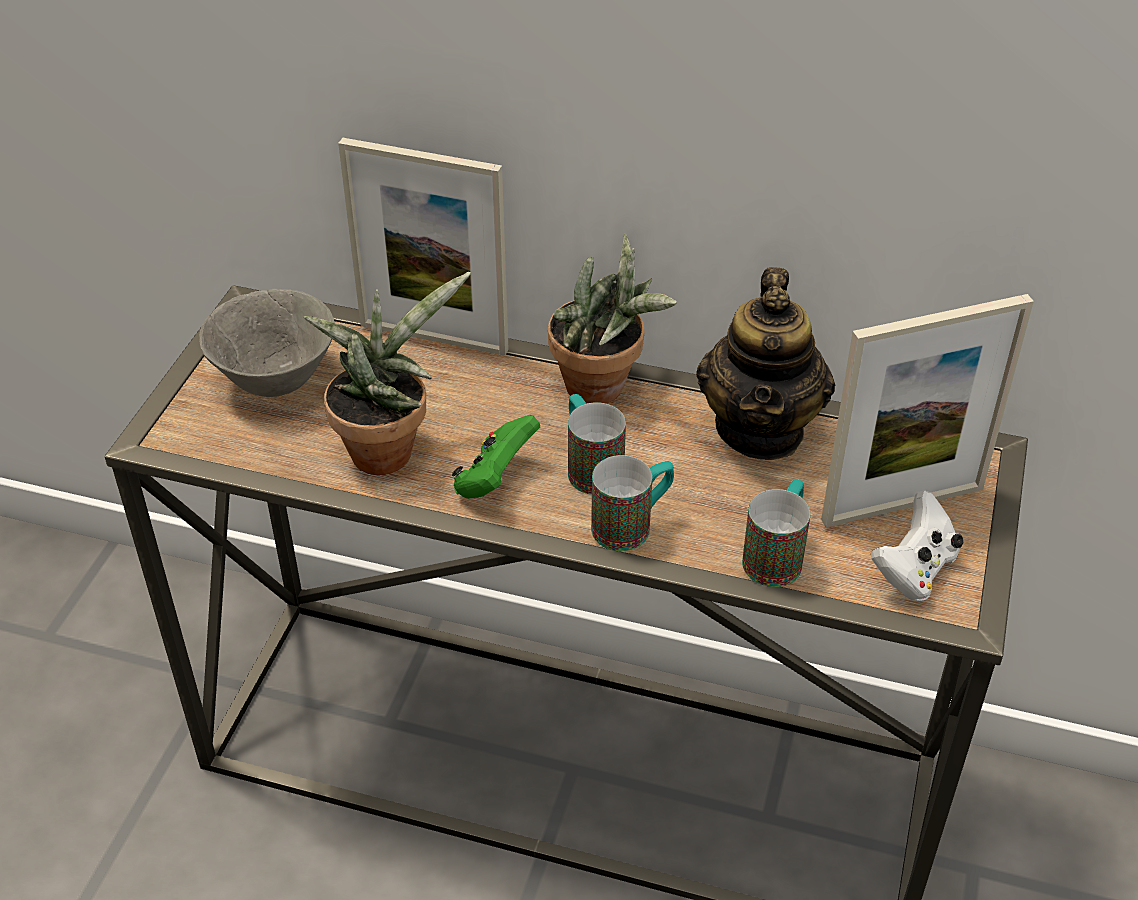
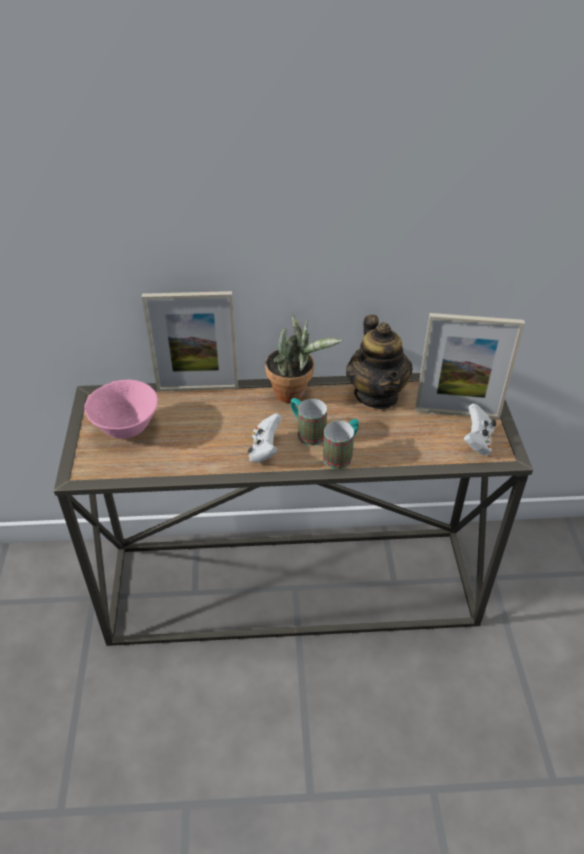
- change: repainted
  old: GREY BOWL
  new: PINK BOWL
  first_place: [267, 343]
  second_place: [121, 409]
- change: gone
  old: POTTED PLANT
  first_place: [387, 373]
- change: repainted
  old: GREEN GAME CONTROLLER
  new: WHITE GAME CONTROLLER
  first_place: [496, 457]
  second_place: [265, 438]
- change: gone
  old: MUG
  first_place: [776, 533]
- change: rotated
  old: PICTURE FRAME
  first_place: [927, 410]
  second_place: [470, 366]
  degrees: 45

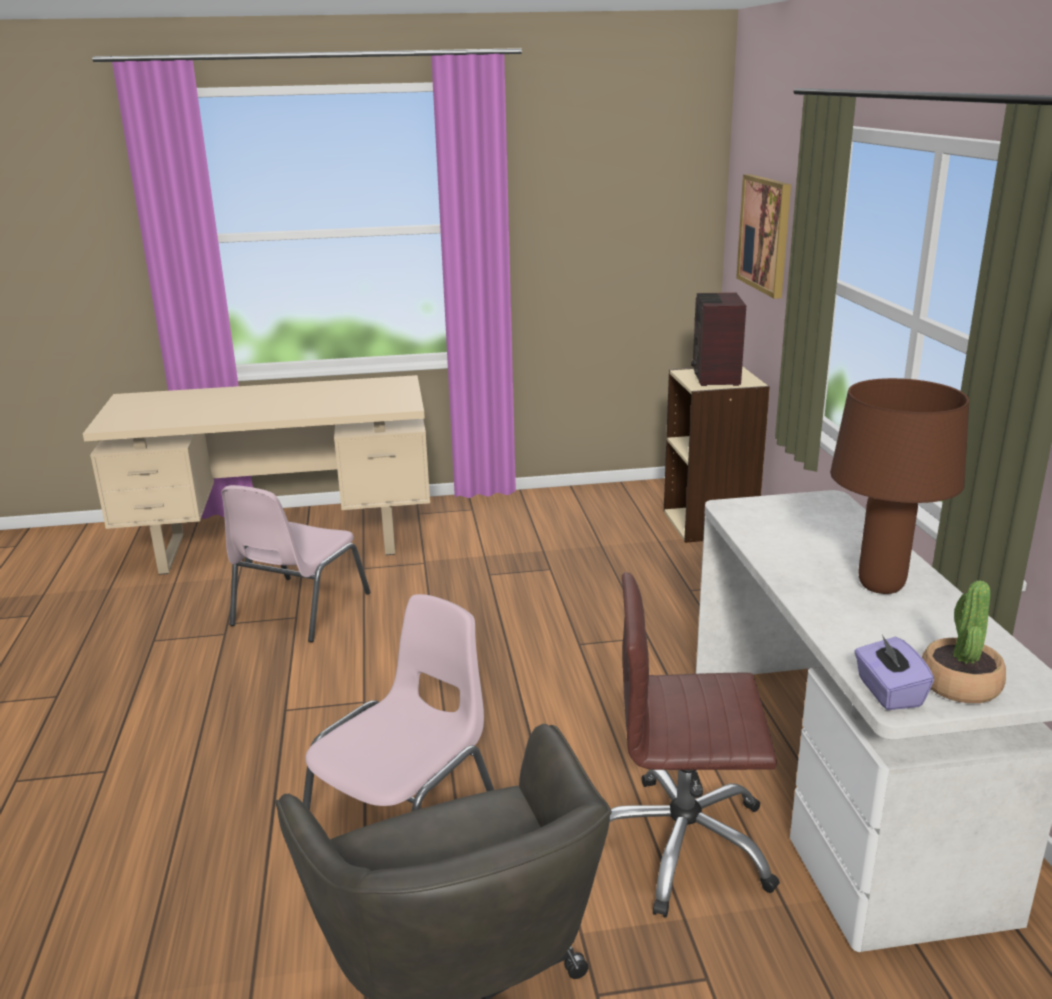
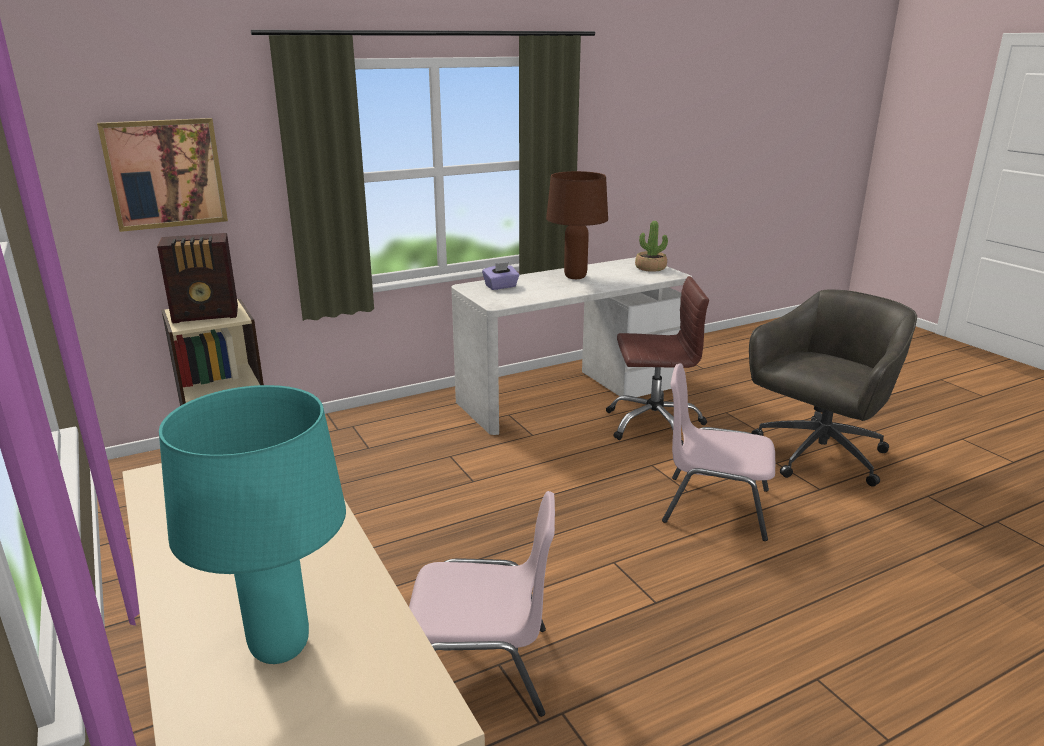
- change: rotated
  old: BROWN OFFICE CHAIR
  first_place: [695, 745]
  second_place: [657, 360]
  degrees: -75
- change: shifted
  old: PURPLE TISSUE BOX
  first_place: [894, 672]
  second_place: [500, 276]
- change: new
  new: TURQUOISE TABLE LAMP
  second_place: [252, 524]

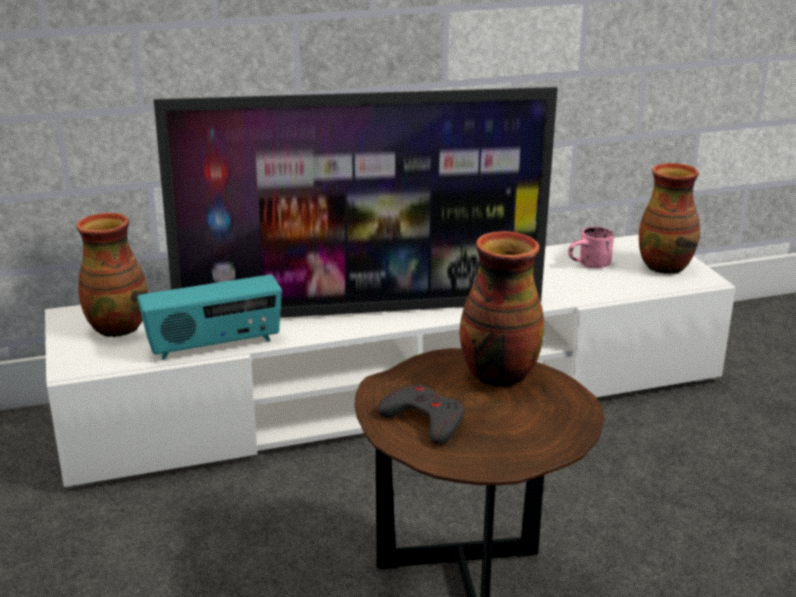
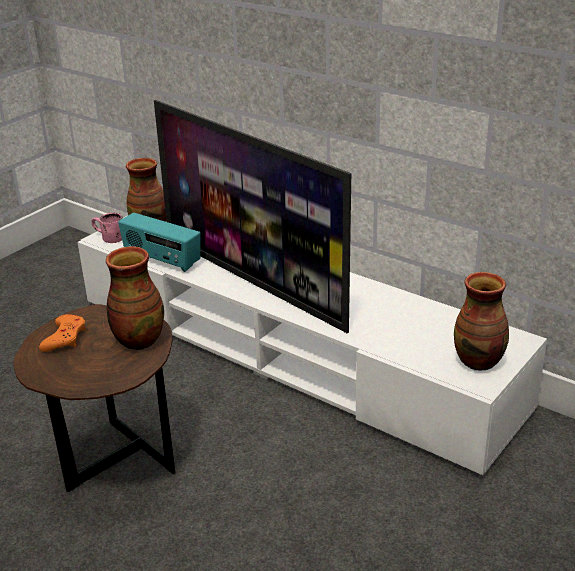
- change: repainted
  old: GREY GAME CONTROLLER
  new: ORANGE GAME CONTROLLER
  first_place: [421, 414]
  second_place: [62, 333]
- change: shifted
  old: PINK MUG
  first_place: [591, 247]
  second_place: [107, 228]

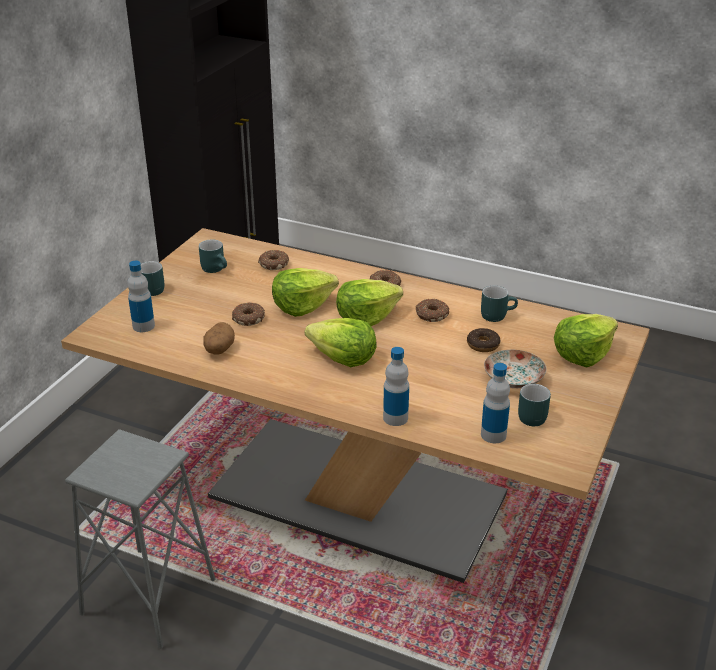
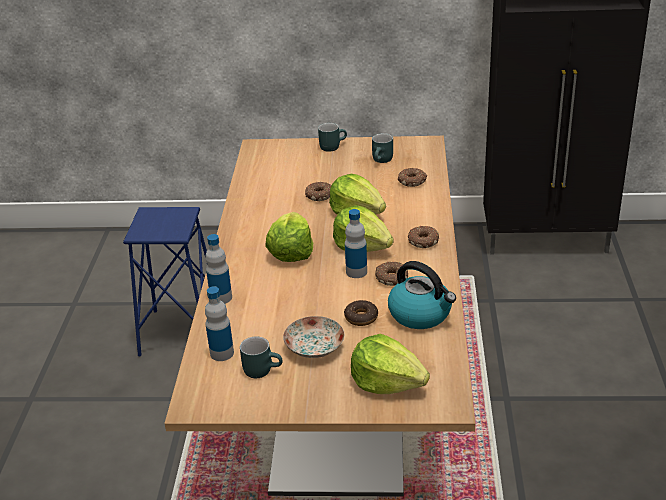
- change: repainted
  old: GREY STOOL
  new: BLUE STOOL
  first_place: [140, 539]
  second_place: [165, 281]
- change: shifted
  old: BOTTLE
  first_place: [141, 296]
  second_place: [356, 243]
- change: gone
  old: POTATO
  first_place: [219, 338]
- change: swapped
  old: TURQUOISE MUG
  new: KETTLE
  first_place: [499, 304]
  second_place: [422, 295]

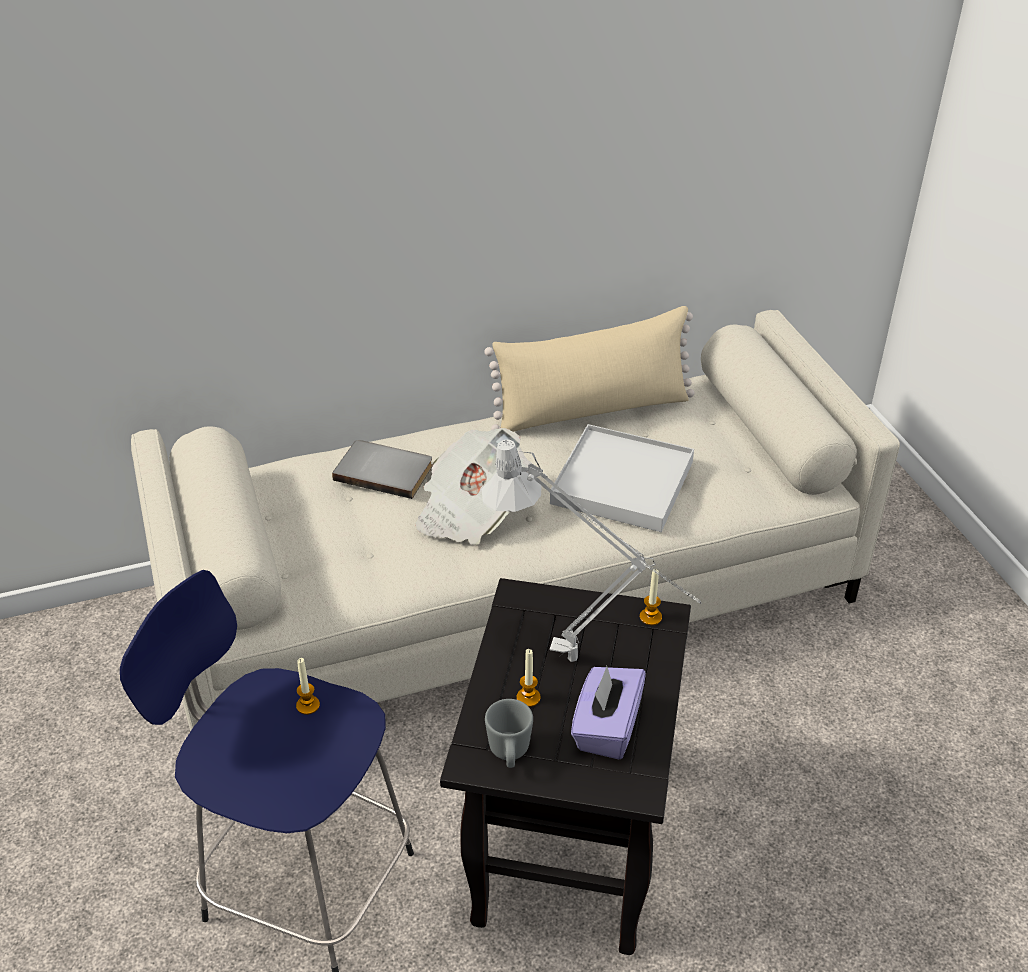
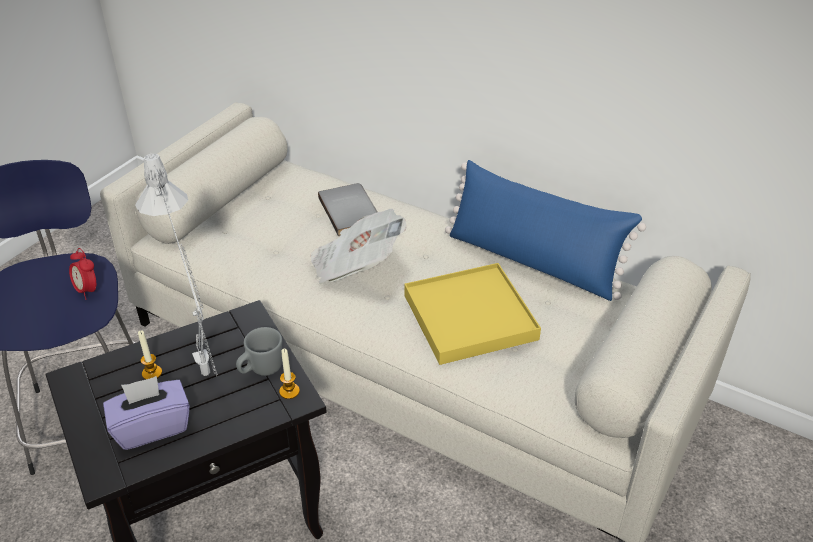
- change: swapped
  old: CANDLE
  new: ALARM CLOCK
  first_place: [308, 686]
  second_place: [82, 274]
- change: repainted
  old: BEIGE PILLOW
  new: BLUE PILLOW
  first_place: [589, 369]
  second_place: [545, 230]
- change: shifted
  old: GREY MUG
  first_place: [509, 733]
  second_place: [259, 351]
- change: repainted
  old: WHITE TRAY
  new: YELLOW TRAY
  first_place: [622, 478]
  second_place: [472, 314]

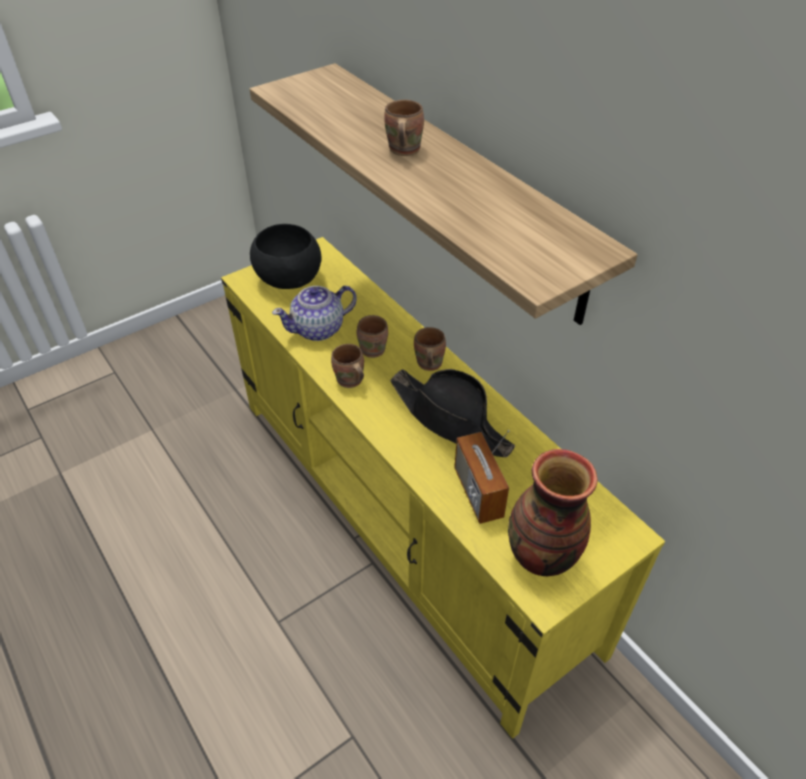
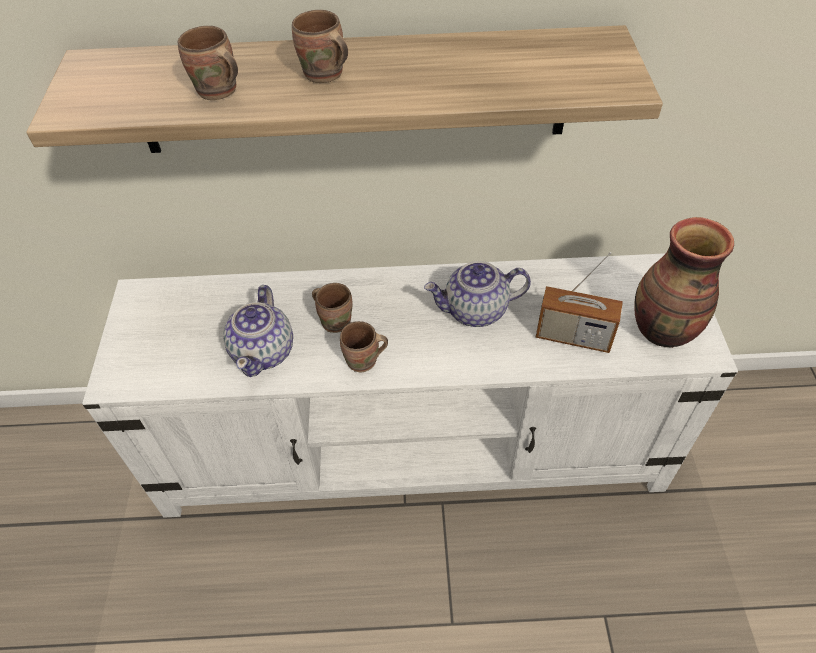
- change: repainted
  old: YELLOW TV STAND
  new: WHITE TV STAND
  first_place: [443, 488]
  second_place: [410, 385]
- change: gone
  old: BLACK BOWL
  first_place: [285, 256]
- change: swapped
  old: BLACK HAT
  new: TEAPOT
  first_place: [452, 413]
  second_place: [477, 294]
- change: shifted
  old: BROWN MUG
  first_place: [430, 349]
  second_place: [208, 63]

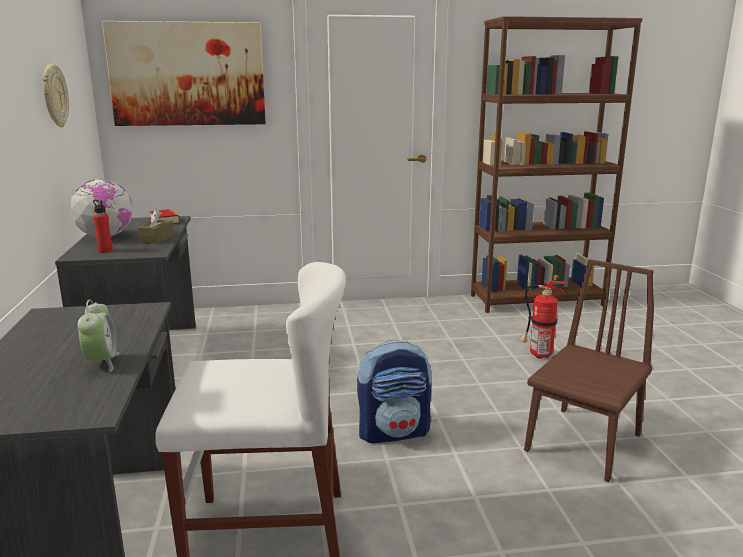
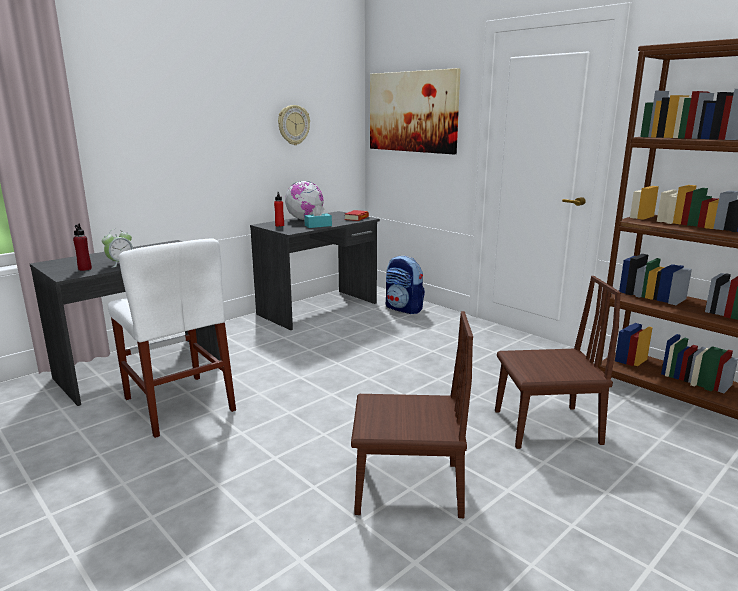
- change: repainted
  old: BROWN TISSUE BOX
  new: TURQUOISE TISSUE BOX
  first_place: [156, 226]
  second_place: [318, 216]
- change: shifted
  old: BACKPACK
  first_place: [394, 391]
  second_place: [405, 285]
- change: swapped
  old: FIRE EXTINGUISHER
  new: BROWN CHAIR
  first_place: [542, 316]
  second_place: [558, 362]
- change: new
  new: RED BOTTLE
  second_place: [82, 247]

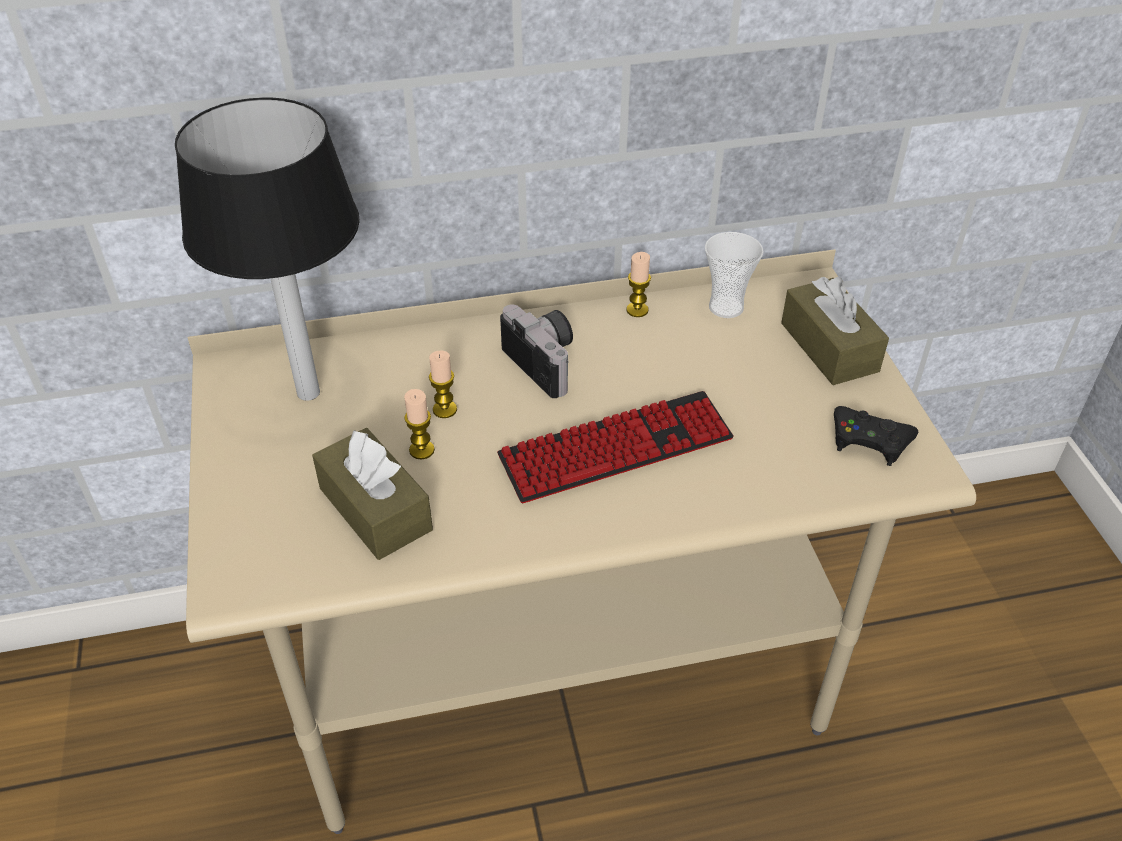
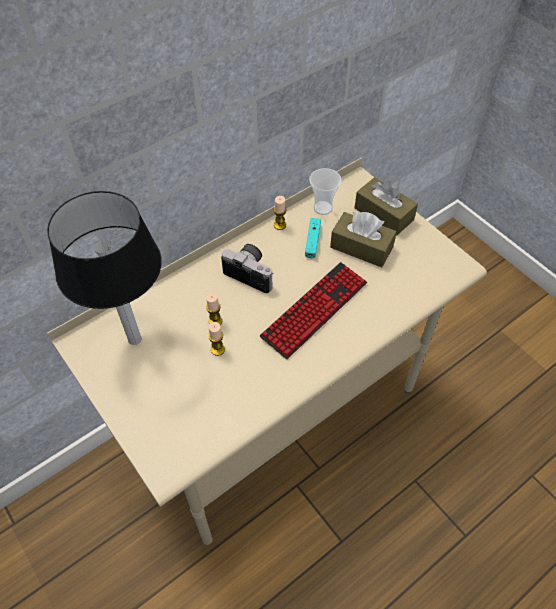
- change: shifted
  old: BROWN TISSUE BOX
  first_place: [372, 494]
  second_place: [363, 239]
- change: gone
  old: BLACK GAME CONTROLLER
  first_place: [876, 436]
- change: new
  new: TURQUOISE GAME CONTROLLER
  second_place: [313, 238]

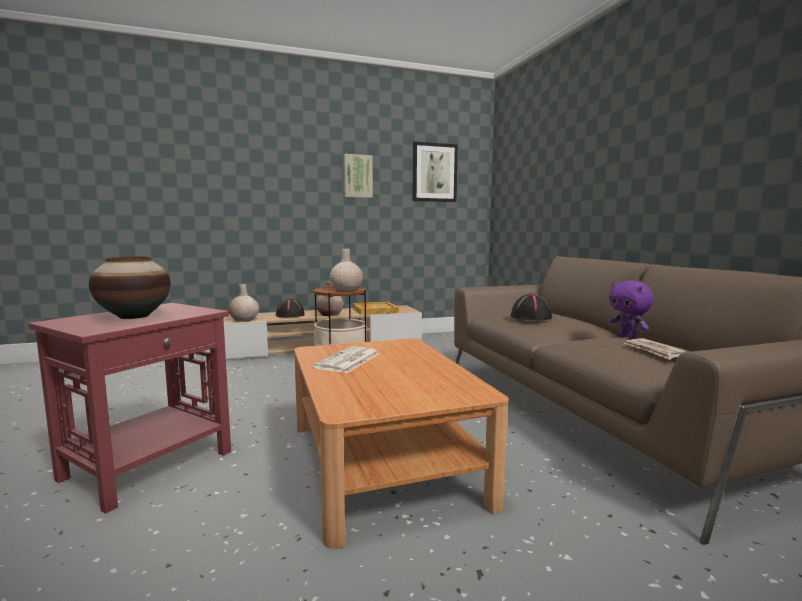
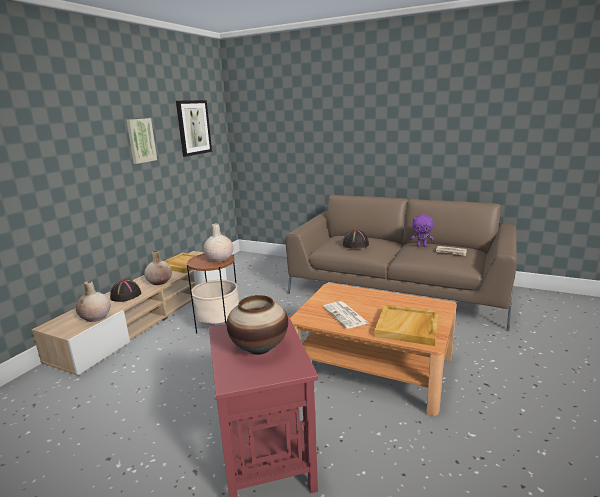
- change: new
  new: BEIGE TRAY
  second_place: [406, 325]

